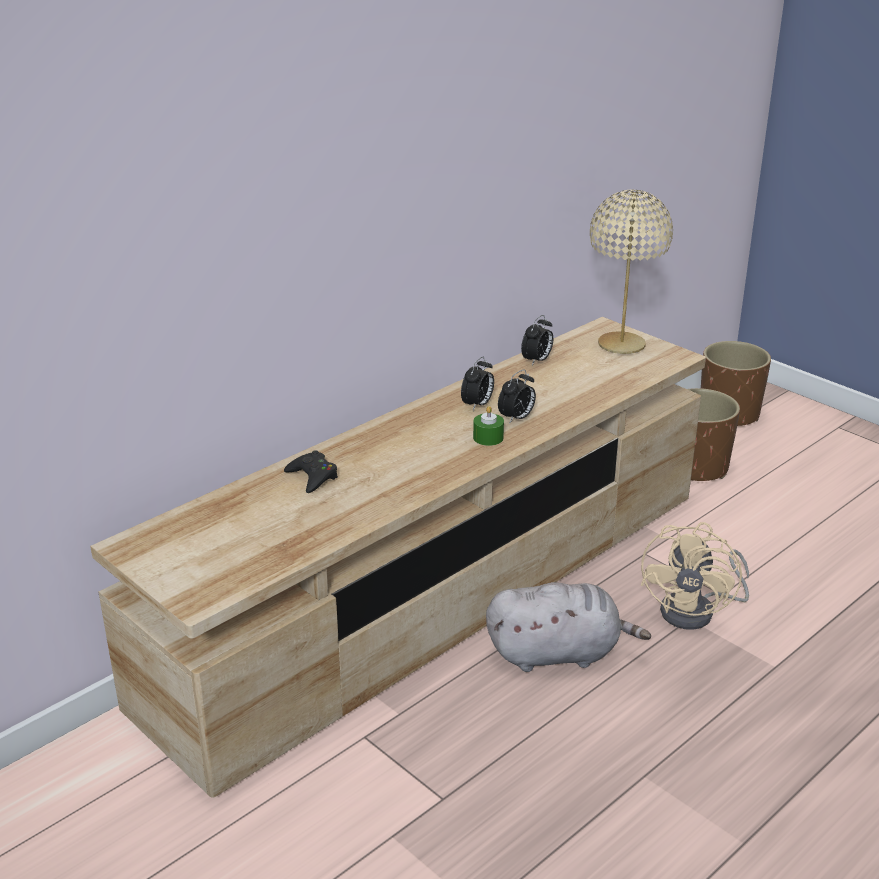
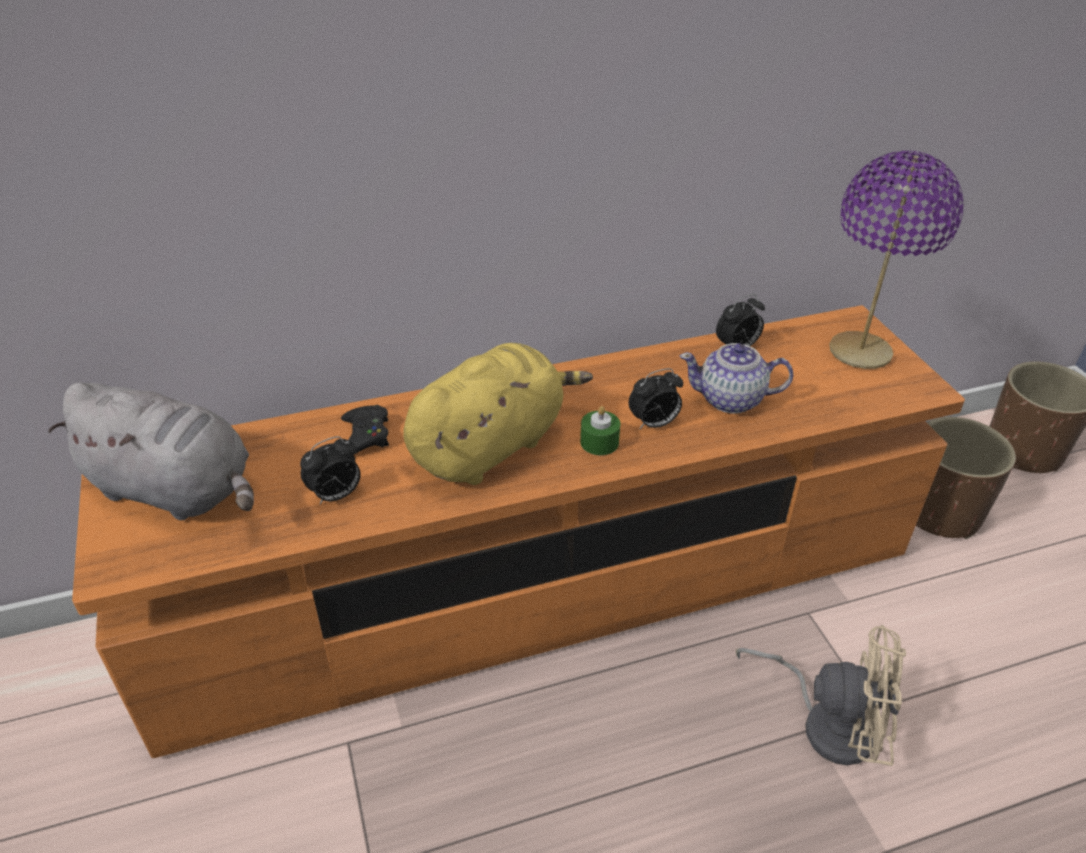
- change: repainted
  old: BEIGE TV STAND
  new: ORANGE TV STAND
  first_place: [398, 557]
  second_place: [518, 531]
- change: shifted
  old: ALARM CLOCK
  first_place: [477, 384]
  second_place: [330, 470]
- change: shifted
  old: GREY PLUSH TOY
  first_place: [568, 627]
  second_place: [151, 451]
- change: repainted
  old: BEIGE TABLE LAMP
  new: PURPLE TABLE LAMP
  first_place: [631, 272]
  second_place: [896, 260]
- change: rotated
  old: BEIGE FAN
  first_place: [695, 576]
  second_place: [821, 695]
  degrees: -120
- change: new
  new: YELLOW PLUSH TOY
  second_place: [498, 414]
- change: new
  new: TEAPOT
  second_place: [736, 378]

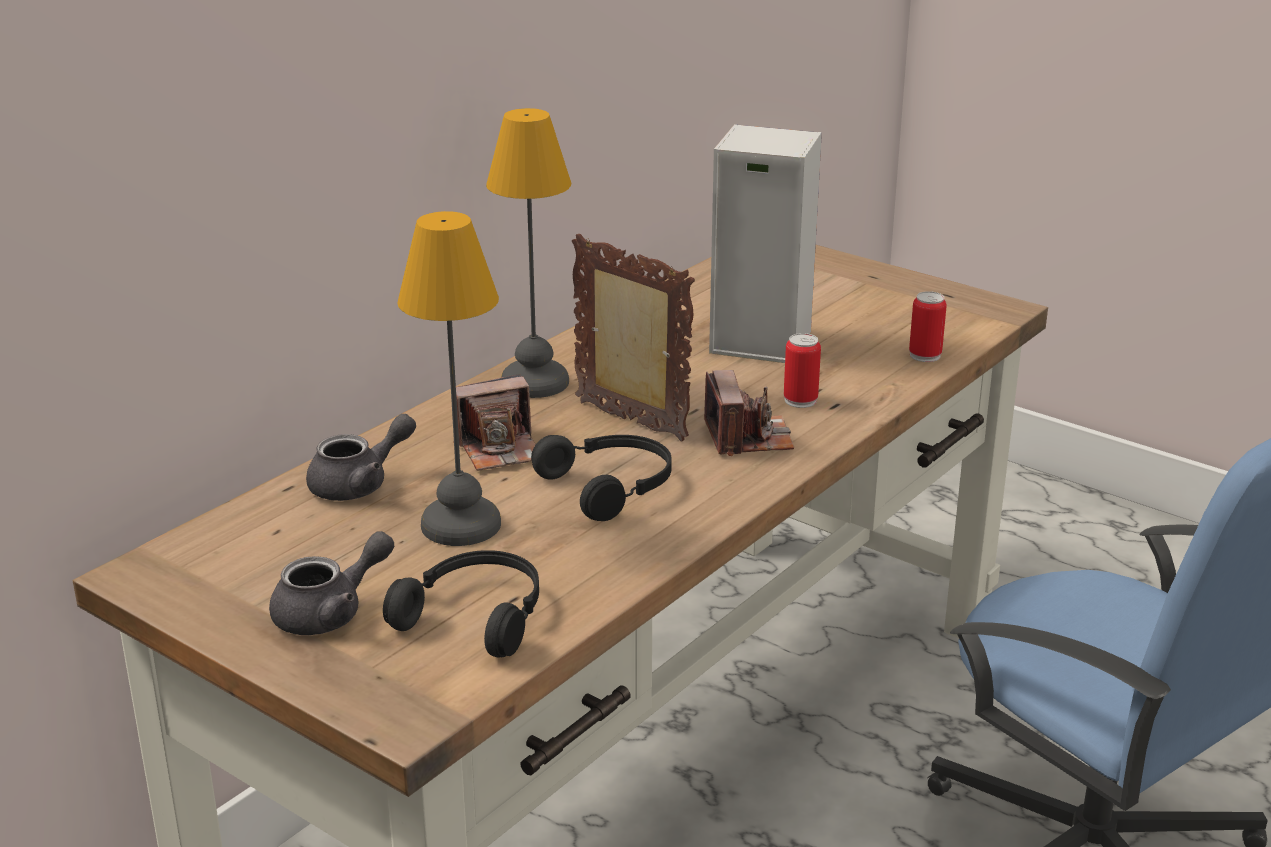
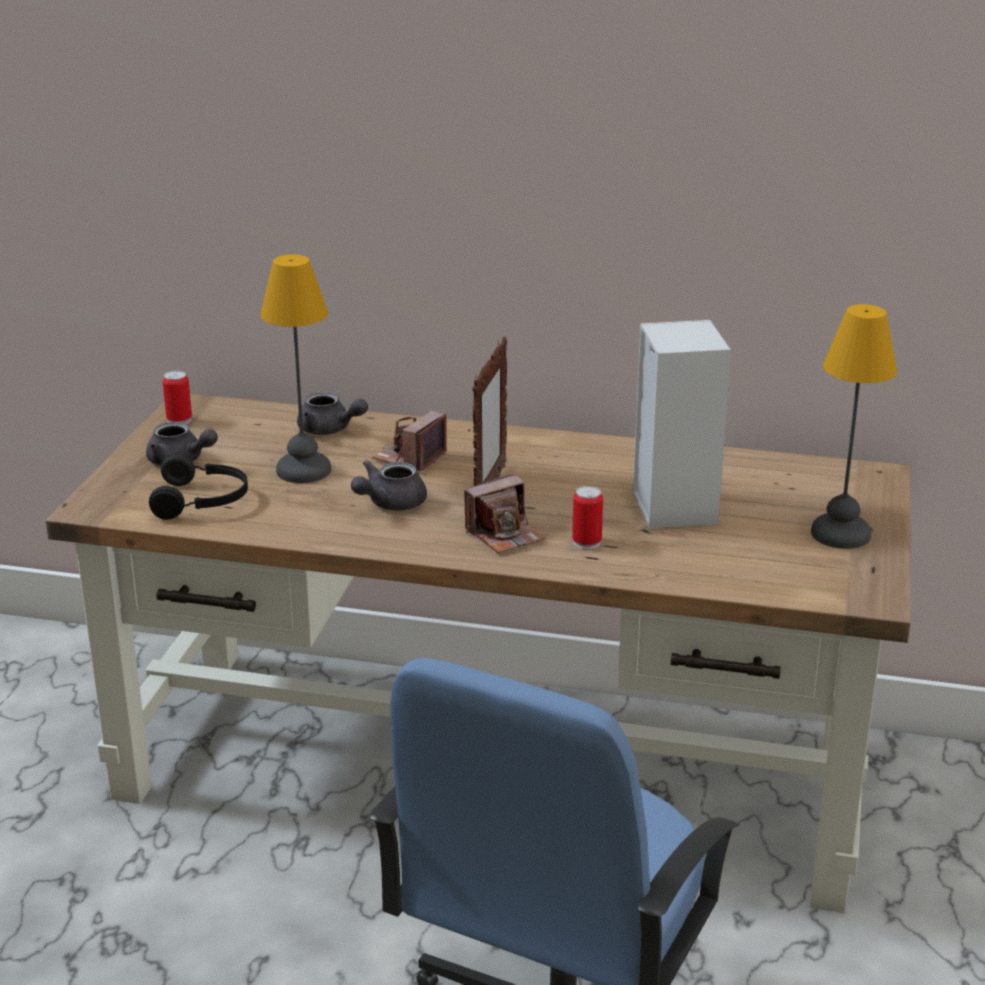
- change: rotated
  old: PHOTO CAMERA
  first_place: [496, 422]
  second_place: [409, 441]
  degrees: 75
- change: shifted
  old: TABLE LAMP
  first_place: [528, 253]
  second_place: [854, 426]
- change: swapped
  old: BLACK HEADPHONES
  new: GREY TEAPOT
  first_place: [601, 478]
  second_place: [389, 485]
- change: shifted
  old: CAN
  first_place: [928, 326]
  second_place: [177, 397]

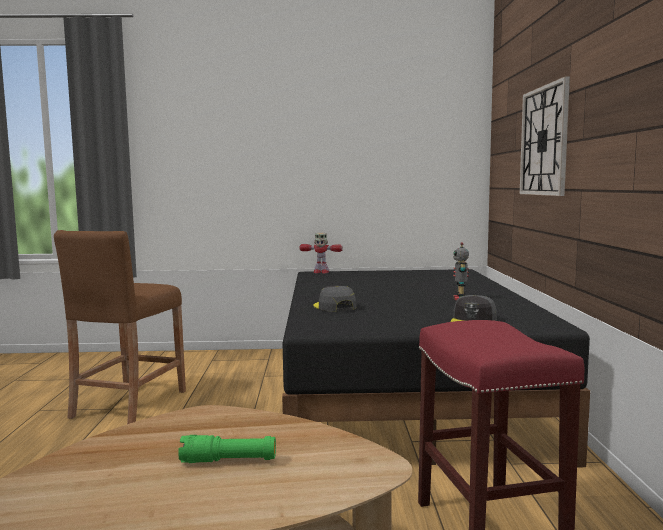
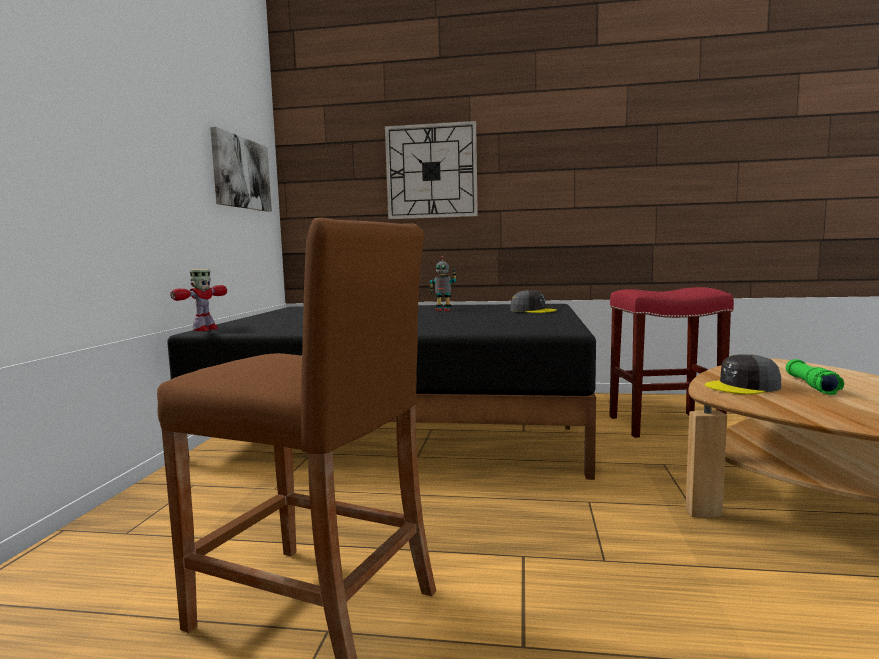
- change: shifted
  old: GREY CAP
  first_place: [335, 299]
  second_place: [743, 374]
- change: new
  new: PICTURE
  second_place: [241, 169]

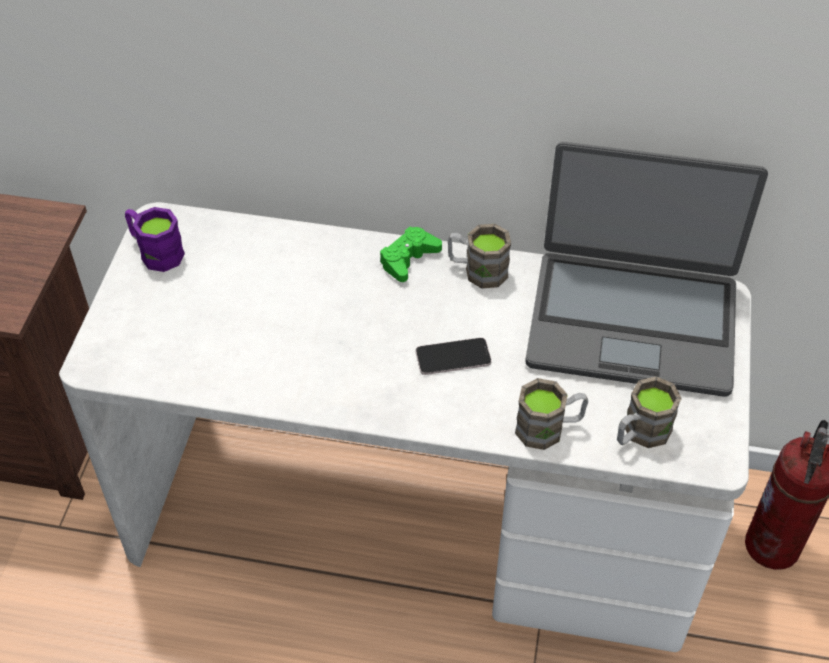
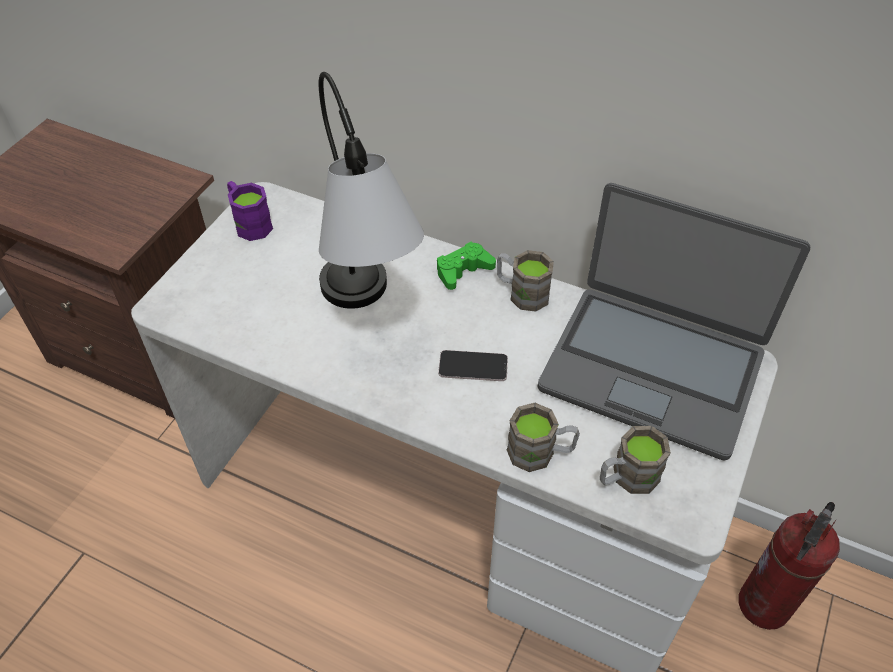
- change: new
  new: TABLE LAMP
  second_place: [371, 190]

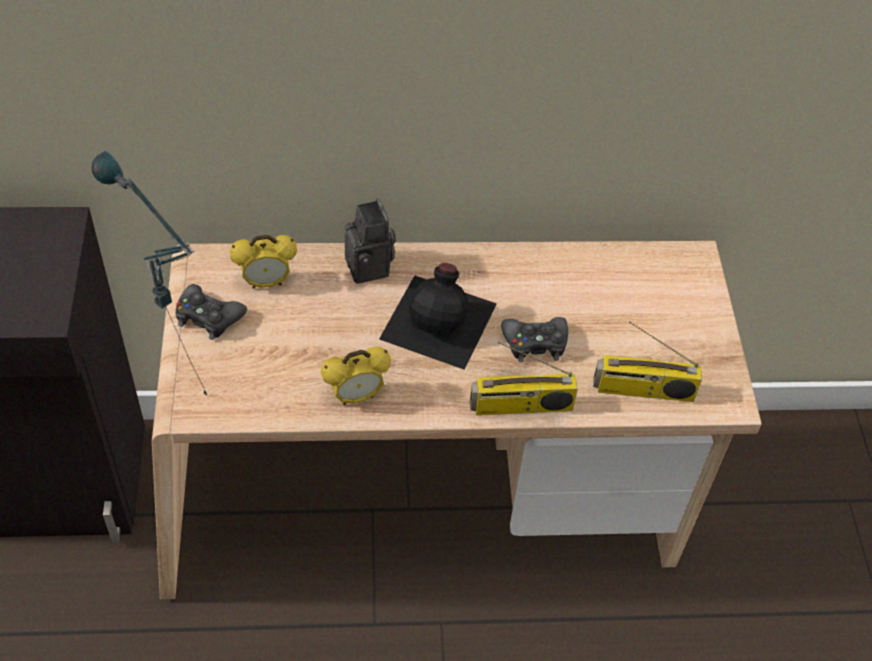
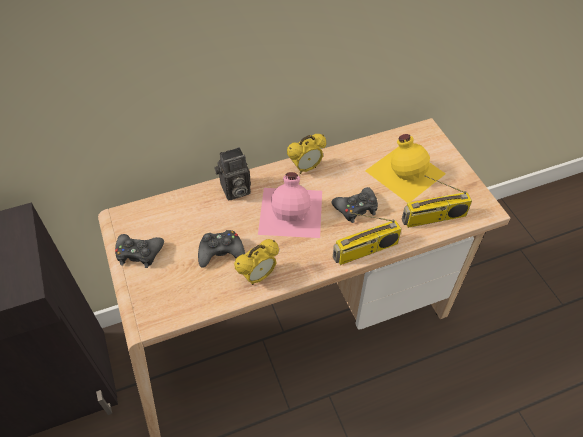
- change: gone
  old: TABLE LAMP
  first_place: [149, 273]
- change: shifted
  old: ALARM CLOCK
  first_place: [263, 262]
  second_place: [306, 154]
- change: rotated
  old: PHOTO CAMERA
  first_place: [370, 241]
  second_place: [232, 173]
  degrees: 105
- change: repainted
  old: BLACK BOTTLE
  new: PINK BOTTLE
  first_place: [438, 316]
  second_place: [290, 205]
- change: new
  new: BLACK GAME CONTROLLER
  second_place: [221, 249]
- change: new
  new: YELLOW BOTTLE
  second_place: [405, 168]

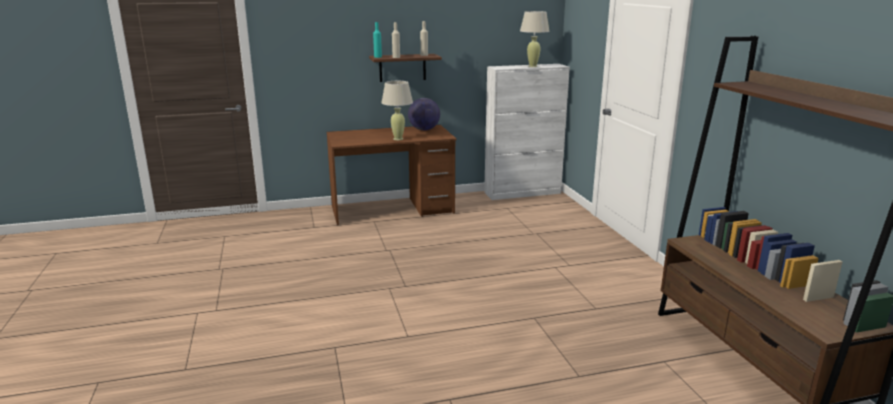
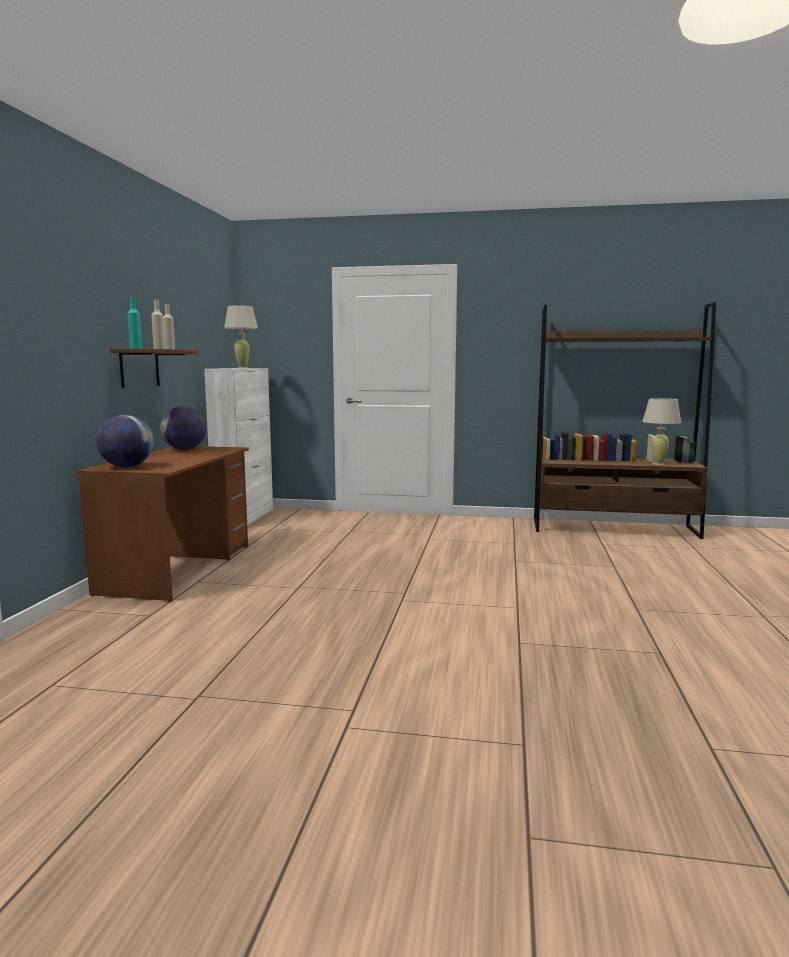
- change: shifted
  old: BEIGE TABLE LAMP
  first_place: [397, 110]
  second_place: [661, 431]
- change: new
  new: GLOBE
  second_place: [125, 441]

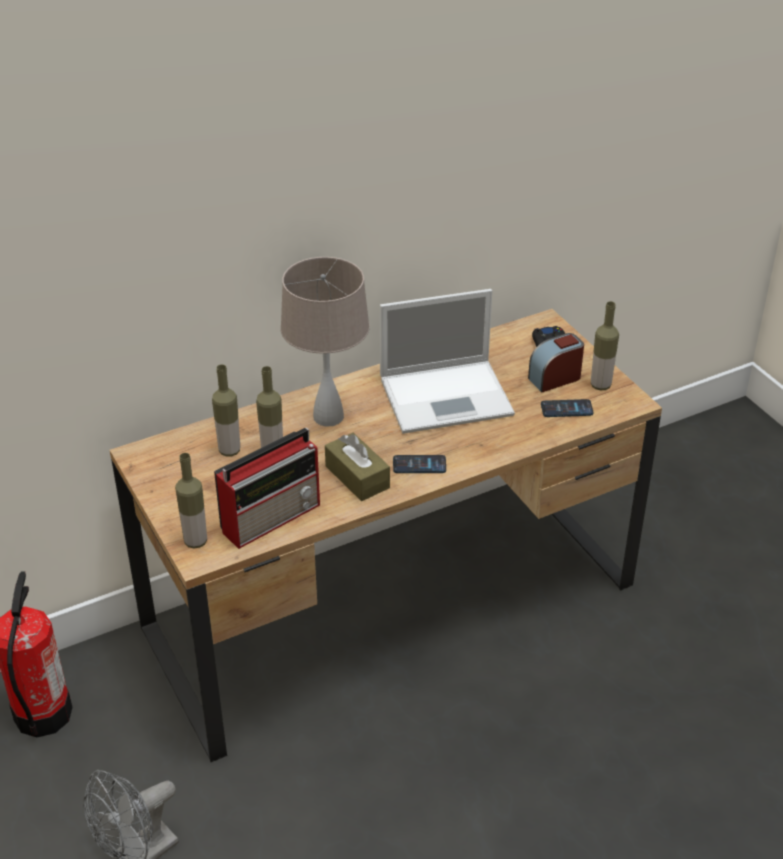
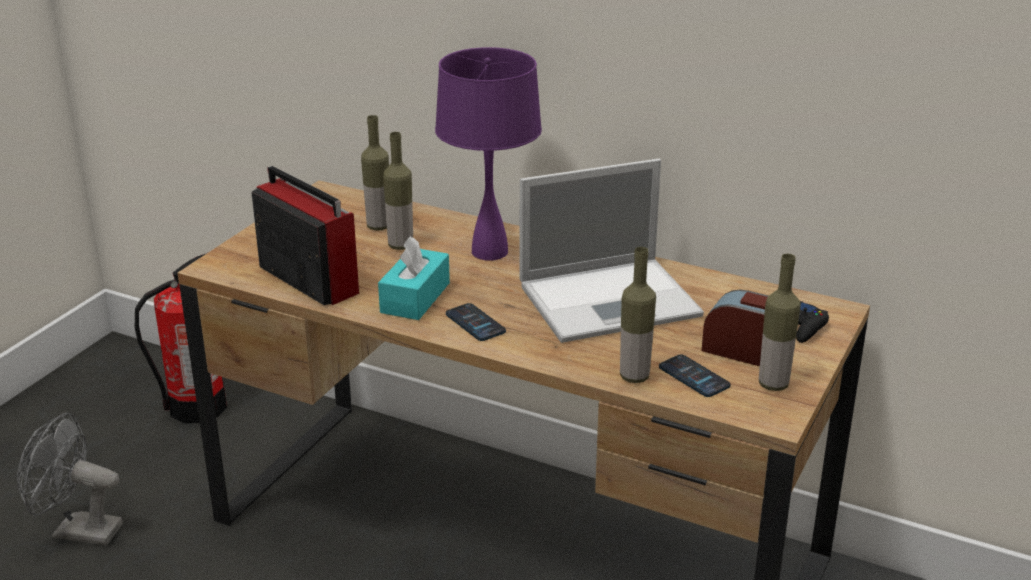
- change: shifted
  old: BOTTLE
  first_place: [191, 500]
  second_place: [638, 315]
- change: rotated
  old: RADIO
  first_place: [267, 488]
  second_place: [305, 235]
  degrees: -150
- change: repainted
  old: BEIGE TABLE LAMP
  new: PURPLE TABLE LAMP
  first_place: [325, 342]
  second_place: [488, 153]
- change: repainted
  old: BROWN TISSUE BOX
  new: TURQUOISE TISSUE BOX
  first_place: [357, 467]
  second_place: [414, 278]
- change: rotated
  old: LAPTOP
  first_place: [447, 361]
  second_place: [612, 251]
  degrees: -60

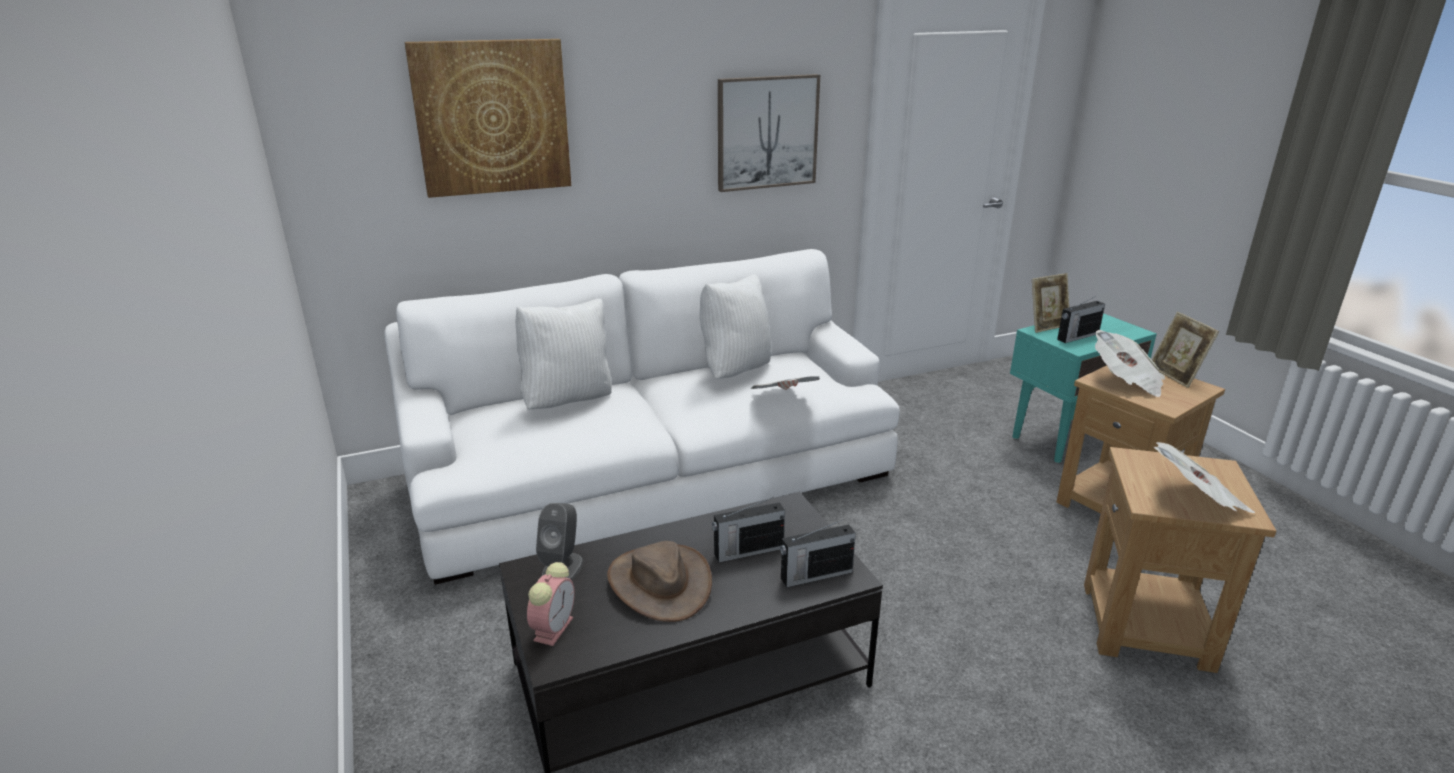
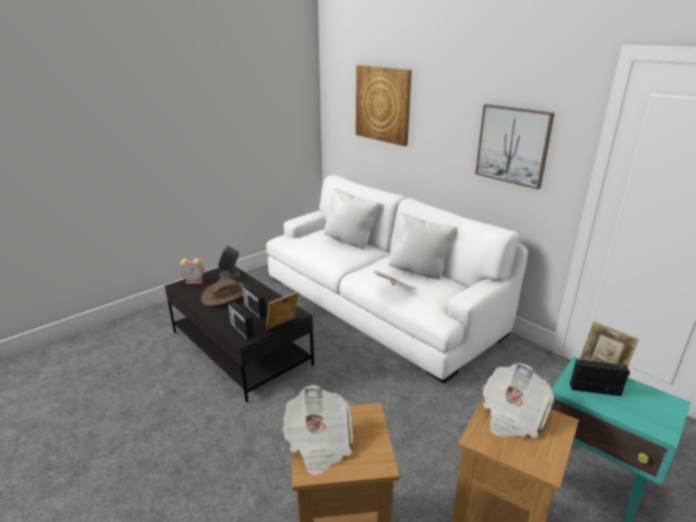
- change: rotated
  old: RADIO
  first_place: [1081, 318]
  second_place: [600, 376]
  degrees: 150
- change: shifted
  old: PICTURE FRAME
  first_place: [1185, 350]
  second_place: [282, 311]

